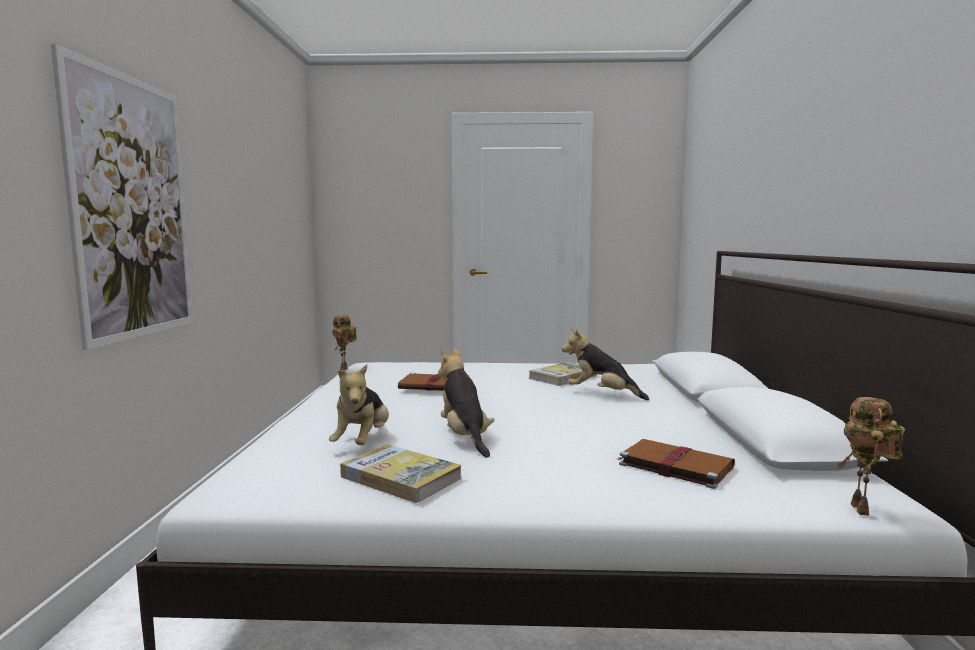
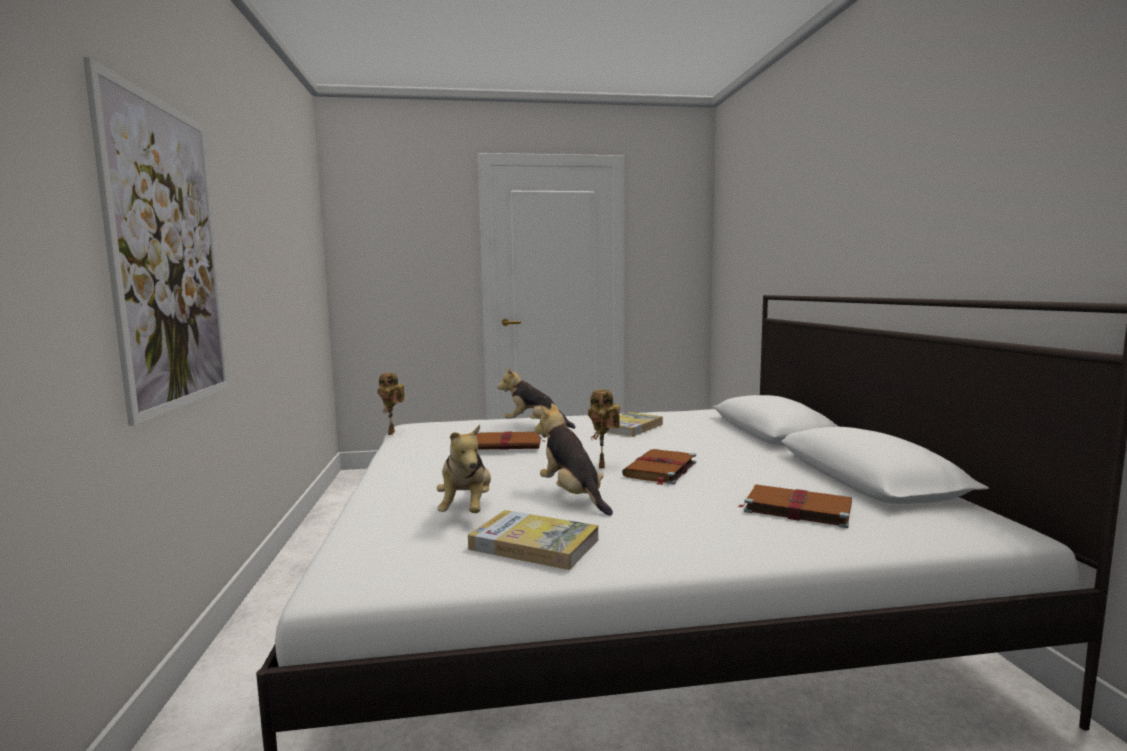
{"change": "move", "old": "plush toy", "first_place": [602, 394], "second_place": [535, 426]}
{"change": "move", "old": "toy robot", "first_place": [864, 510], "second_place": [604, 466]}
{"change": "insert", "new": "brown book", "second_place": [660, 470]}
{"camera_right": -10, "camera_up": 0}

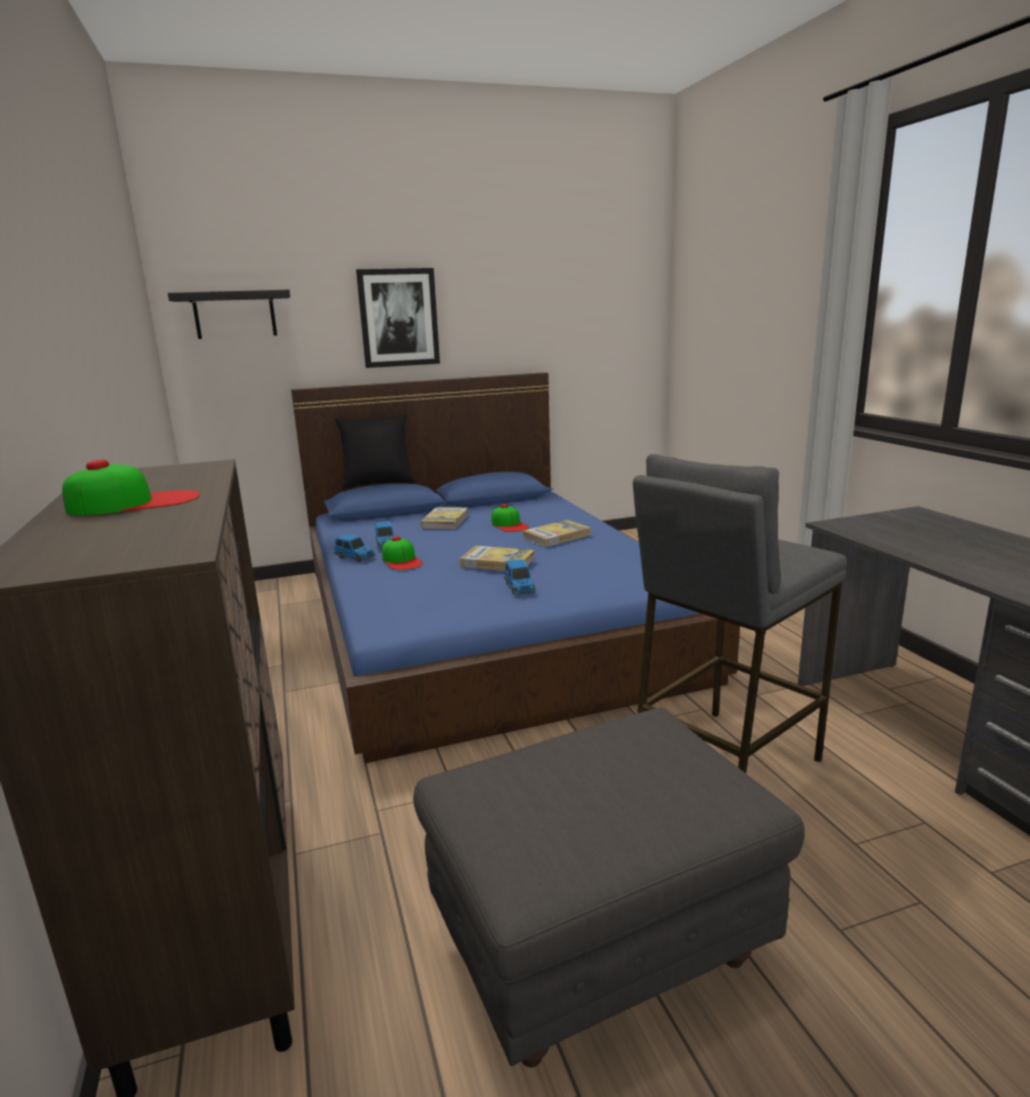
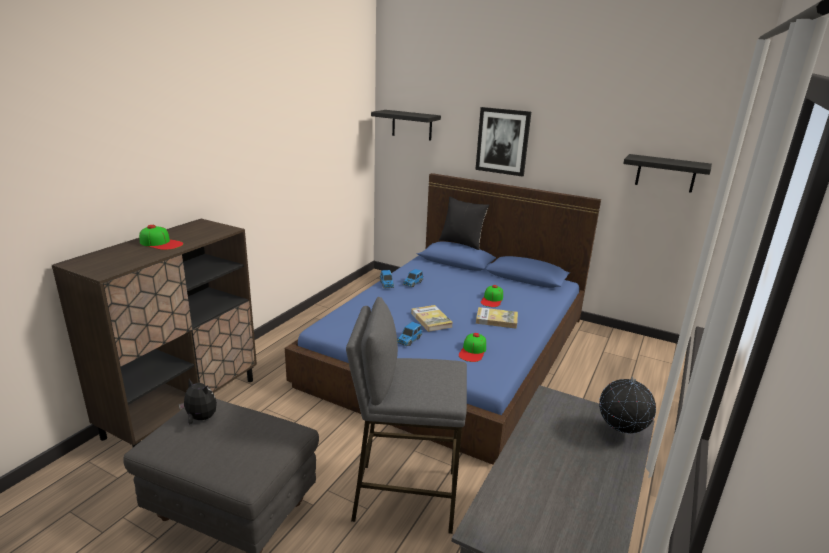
{"change": "insert", "new": "plush toy", "second_place": [200, 418]}
{"change": "move", "old": "cap", "first_place": [401, 560], "second_place": [473, 351]}
{"change": "insert", "new": "globe", "second_place": [620, 433]}
{"change": "insert", "new": "black shelf", "second_place": [666, 173]}
{"change": "delete", "old": "book", "first_place": [445, 521]}
{"camera_right": 45, "camera_up": 5}

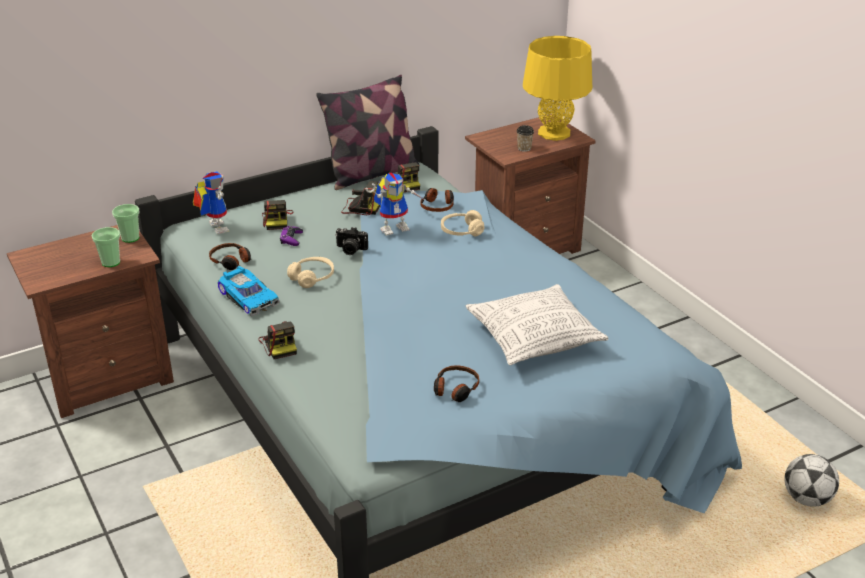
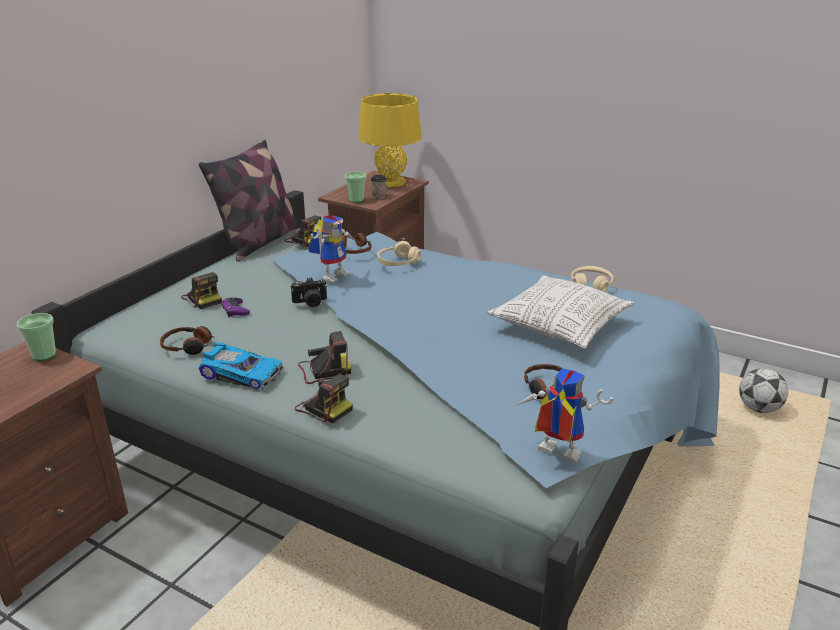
{"change": "move", "old": "photo camera", "first_place": [360, 208], "second_place": [323, 371]}
{"change": "move", "old": "cup", "first_place": [111, 262], "second_place": [356, 200]}
{"change": "move", "old": "toy robot", "first_place": [213, 227], "second_place": [553, 454]}
{"change": "move", "old": "beige headphones", "first_place": [312, 277], "second_place": [590, 286]}
{"camera_right": -30, "camera_up": -5}

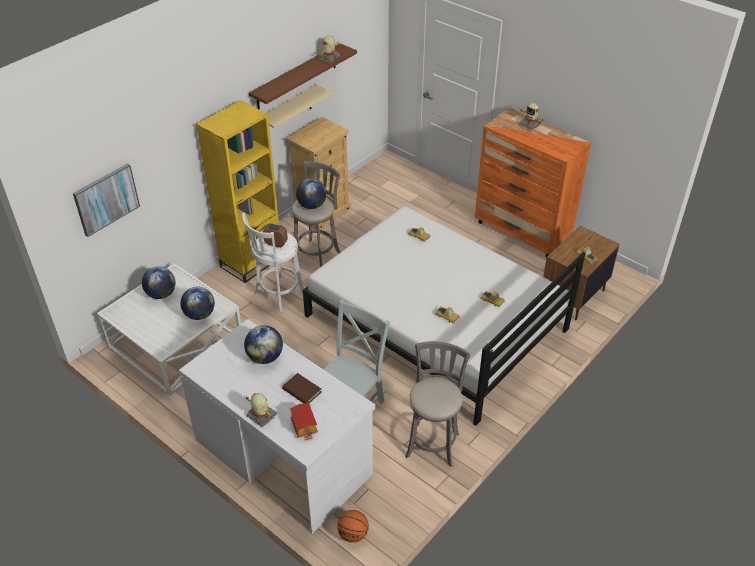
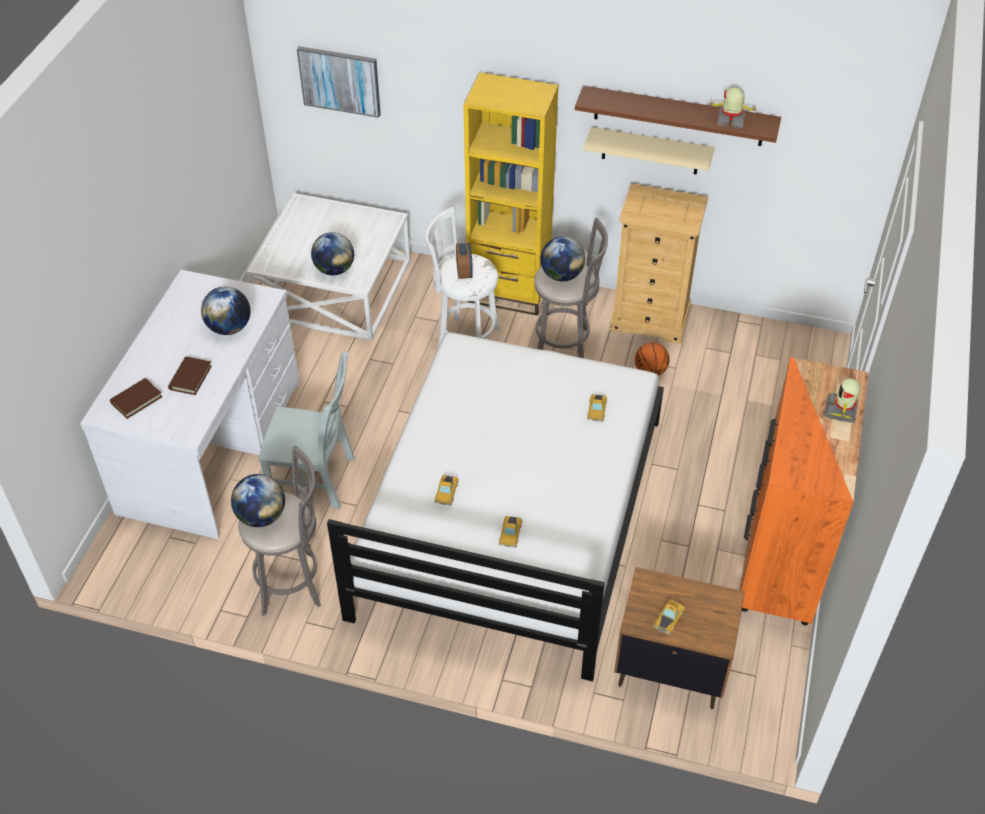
{"change": "replace", "old": "toy house", "new": "brown book", "first_place": [304, 427], "second_place": [136, 400]}
{"change": "move", "old": "globe", "first_place": [161, 294], "second_place": [261, 516]}
{"change": "move", "old": "basketball", "first_place": [353, 534], "second_place": [650, 371]}
{"change": "delete", "old": "toy robot", "first_place": [261, 416]}
{"camera_right": 65, "camera_up": 5}

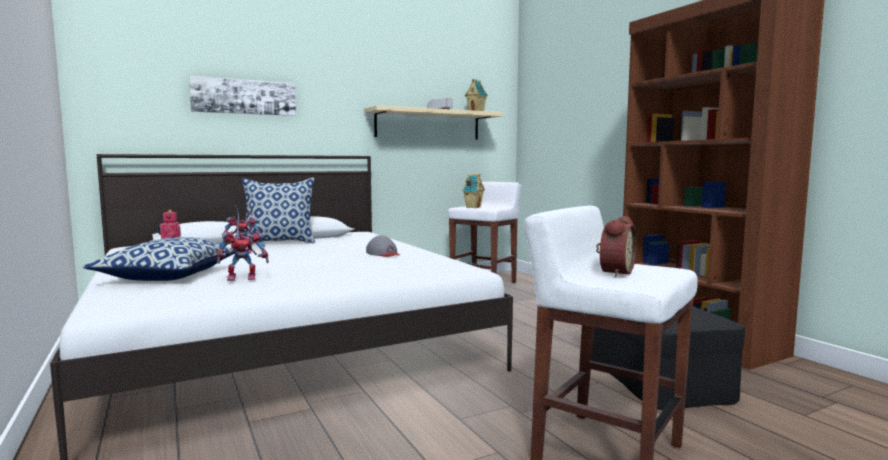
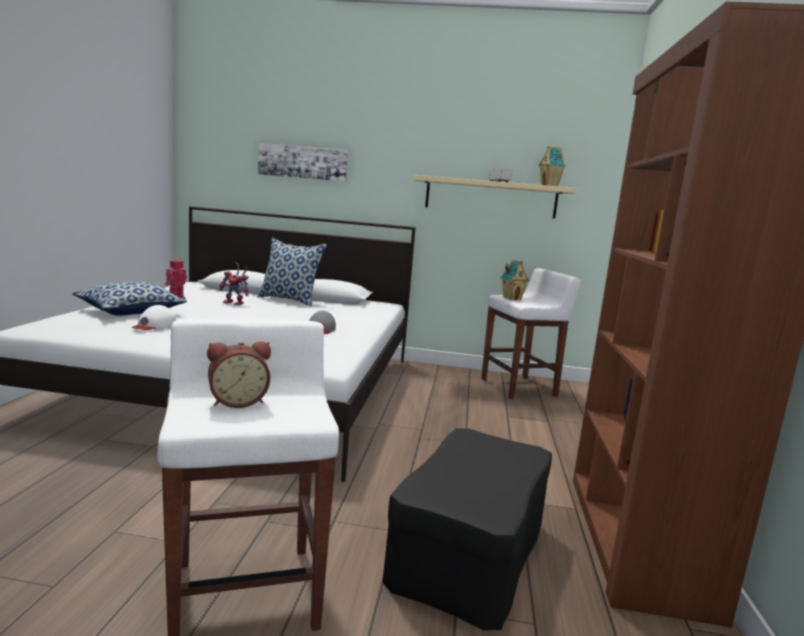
{"change": "replace", "old": "toy robot", "new": "white cap", "first_place": [244, 278], "second_place": [154, 325]}
{"camera_right": 35, "camera_up": 5}

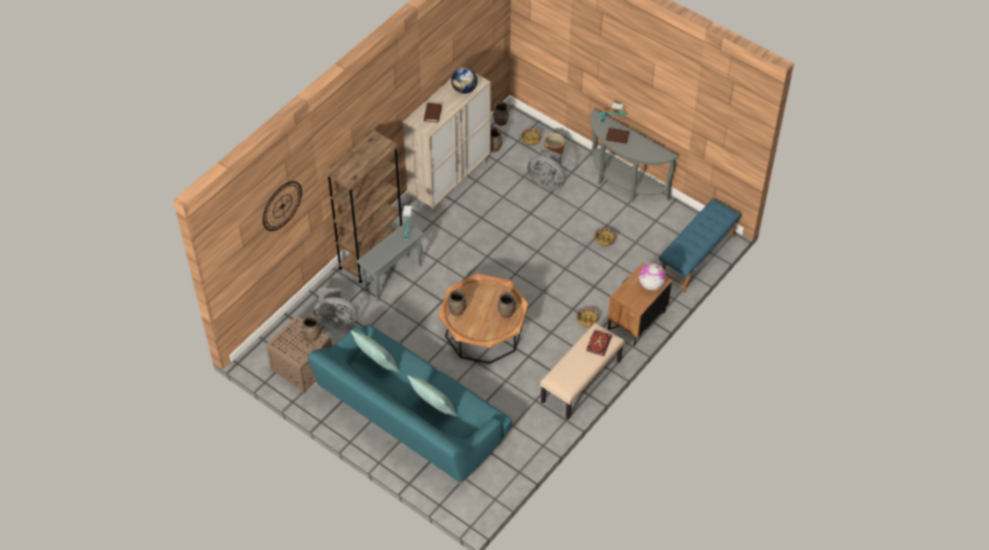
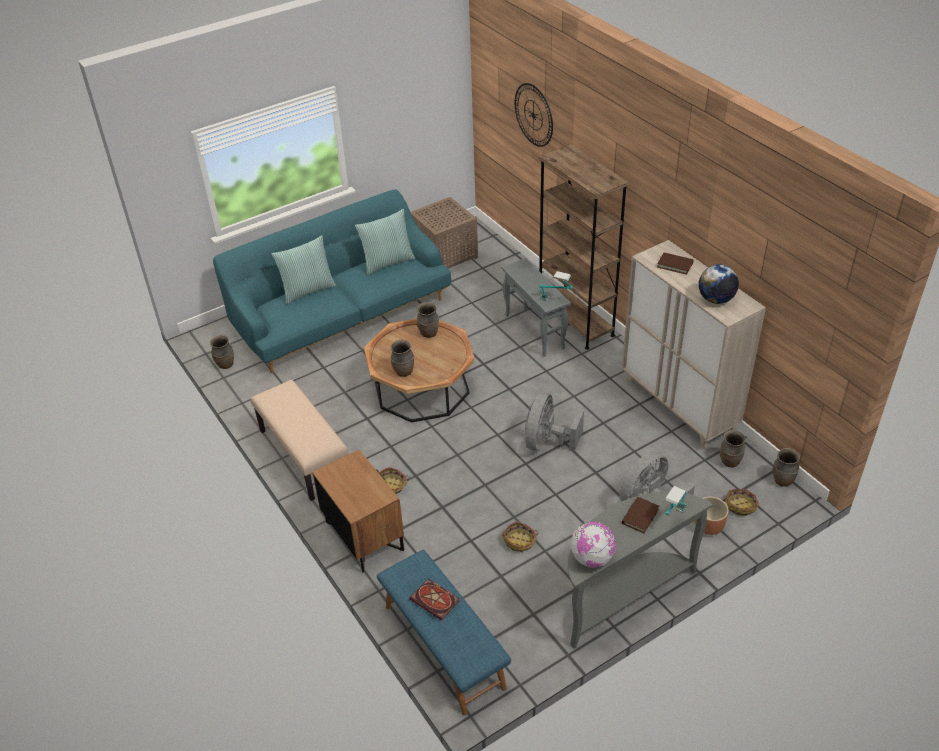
{"change": "move", "old": "brown vase", "first_place": [312, 336], "second_place": [225, 365]}
{"change": "move", "old": "book", "first_place": [598, 343], "second_place": [436, 600]}
{"change": "move", "old": "grey fan", "first_place": [336, 321], "second_place": [547, 442]}
{"change": "move", "old": "globe", "first_place": [651, 285], "second_place": [592, 558]}
{"camera_right": 110, "camera_up": -10}

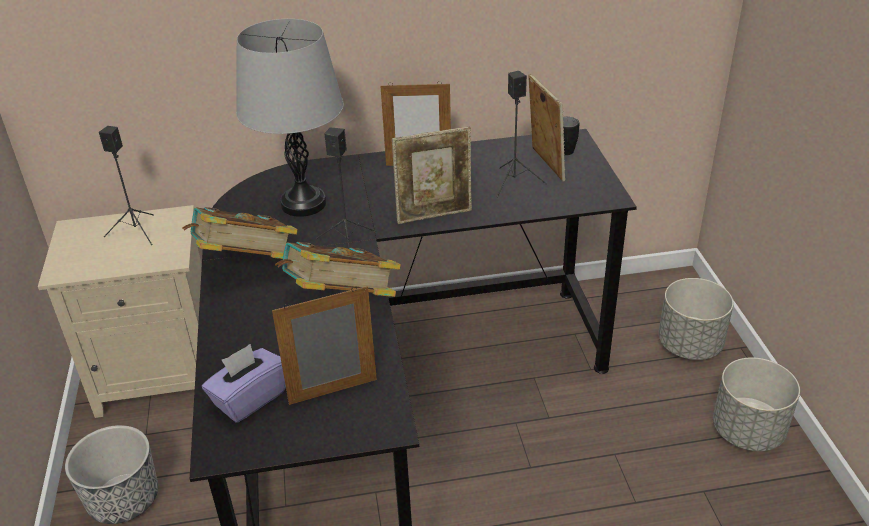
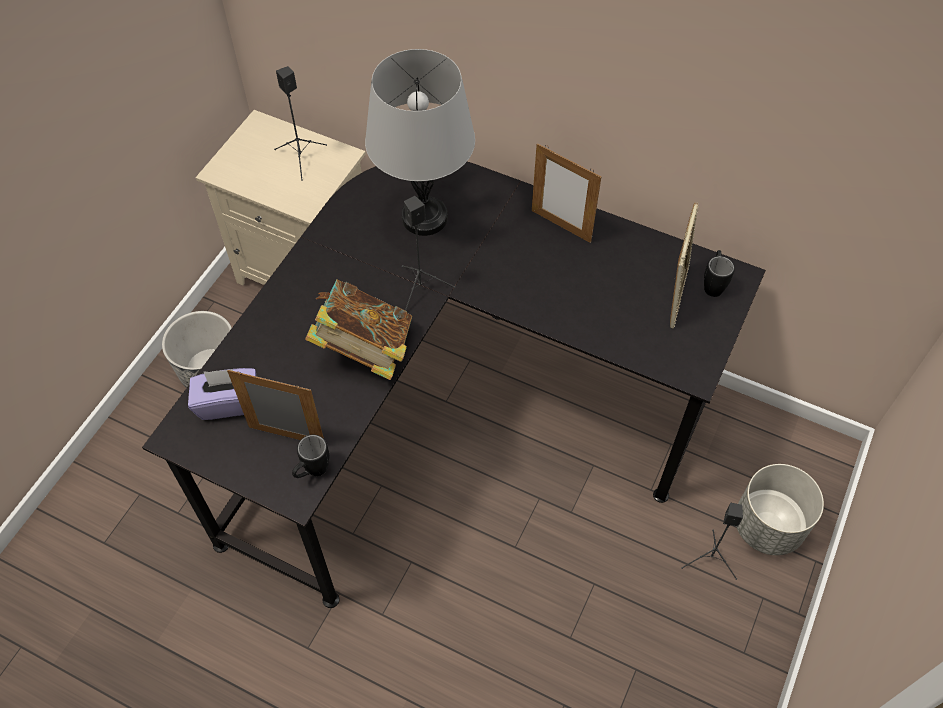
{"change": "insert", "new": "black mug", "second_place": [312, 472]}
{"change": "move", "old": "black speaker", "first_place": [515, 182], "second_place": [711, 559]}
{"change": "delete", "old": "book", "first_place": [246, 265]}
{"change": "delete", "old": "picture frame", "first_place": [434, 215]}
{"change": "delete", "old": "grey planter", "first_place": [747, 431]}
{"camera_right": 35, "camera_up": 20}

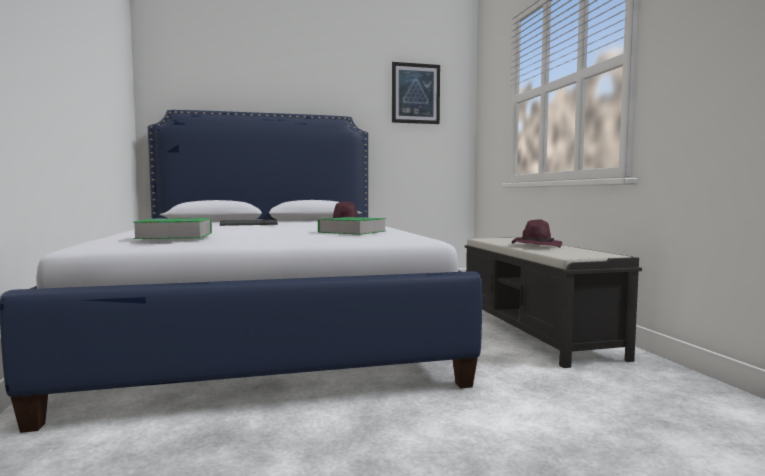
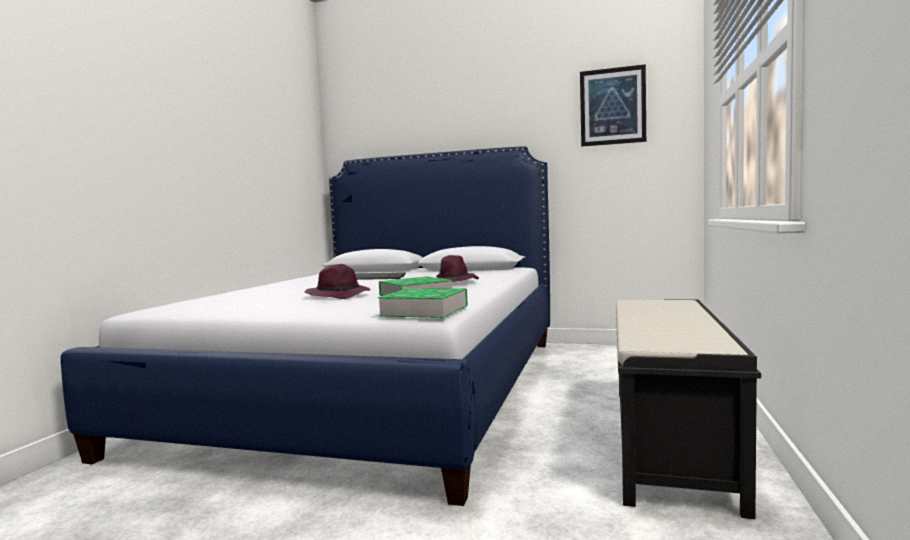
{"change": "move", "old": "purple hat", "first_place": [536, 246], "second_place": [339, 295]}
{"change": "move", "old": "book", "first_place": [175, 235], "second_place": [424, 310]}
{"camera_right": 30, "camera_up": 0}

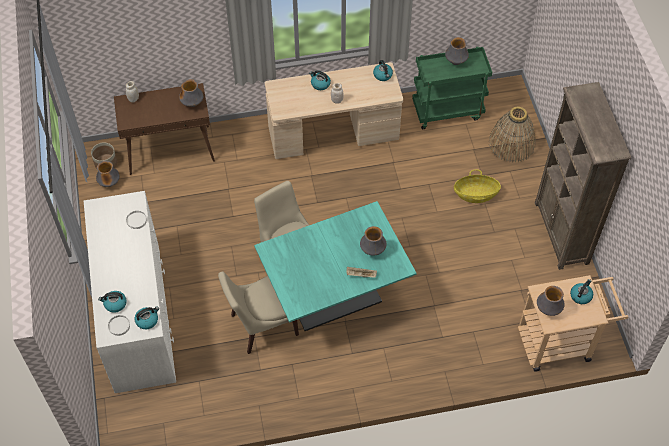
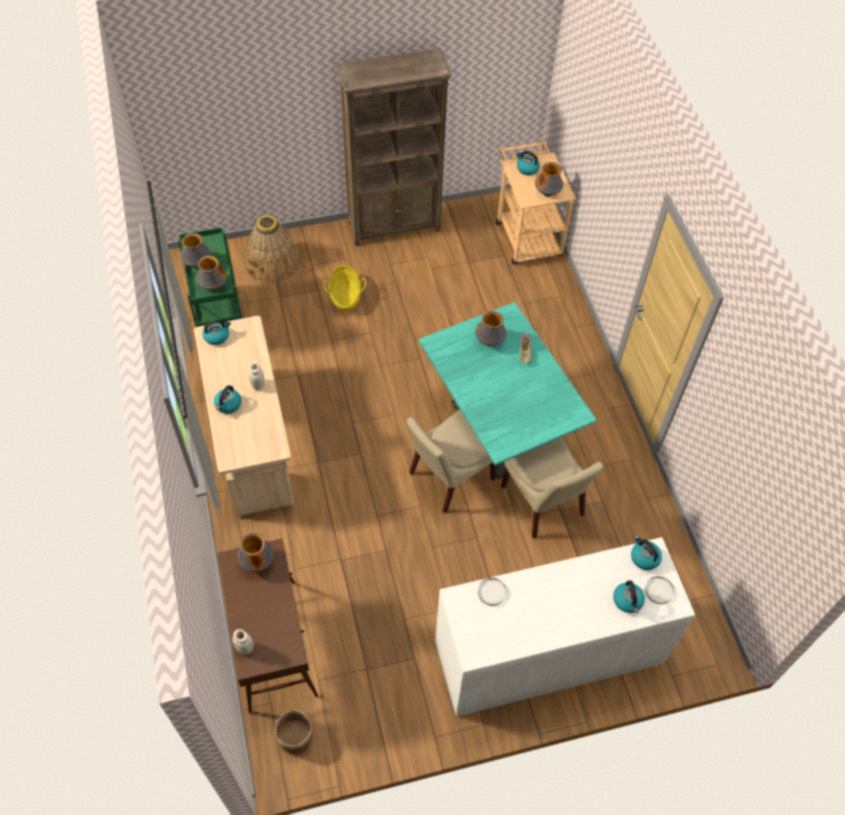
{"change": "move", "old": "vase", "first_place": [109, 183], "second_place": [213, 287]}
{"camera_right": -95, "camera_up": 0}

